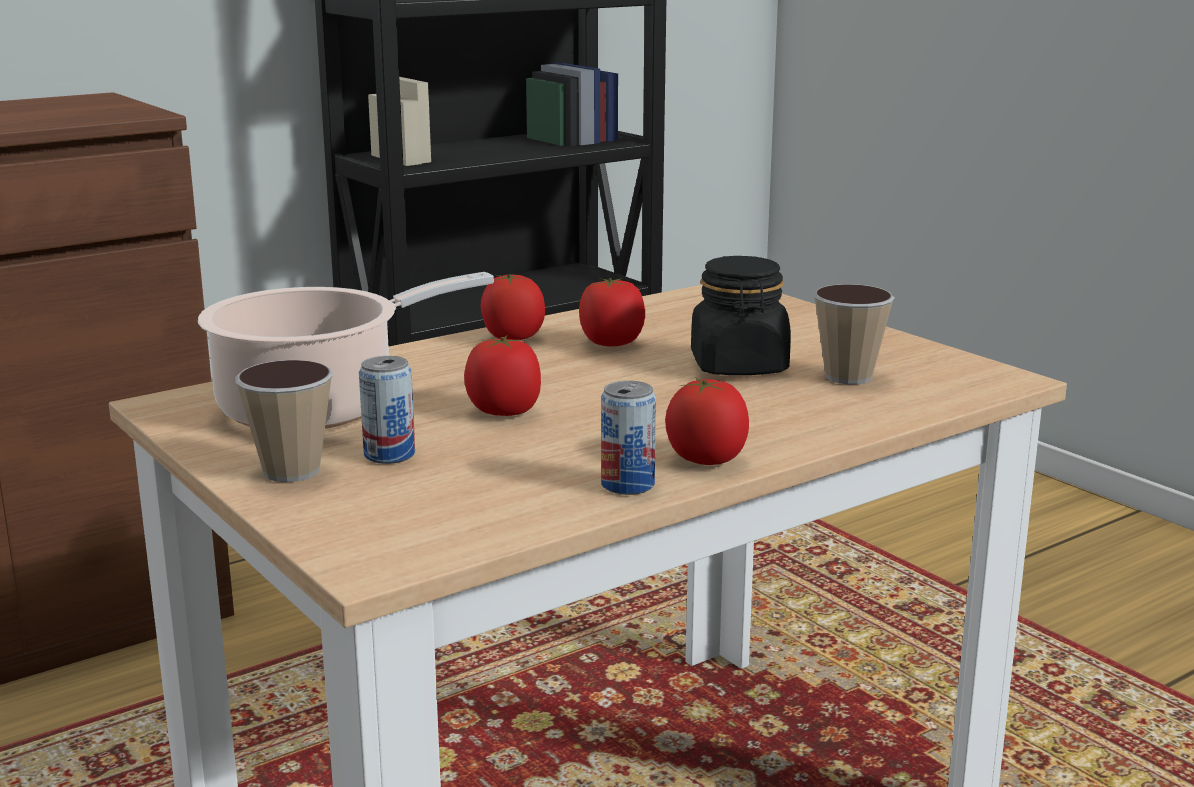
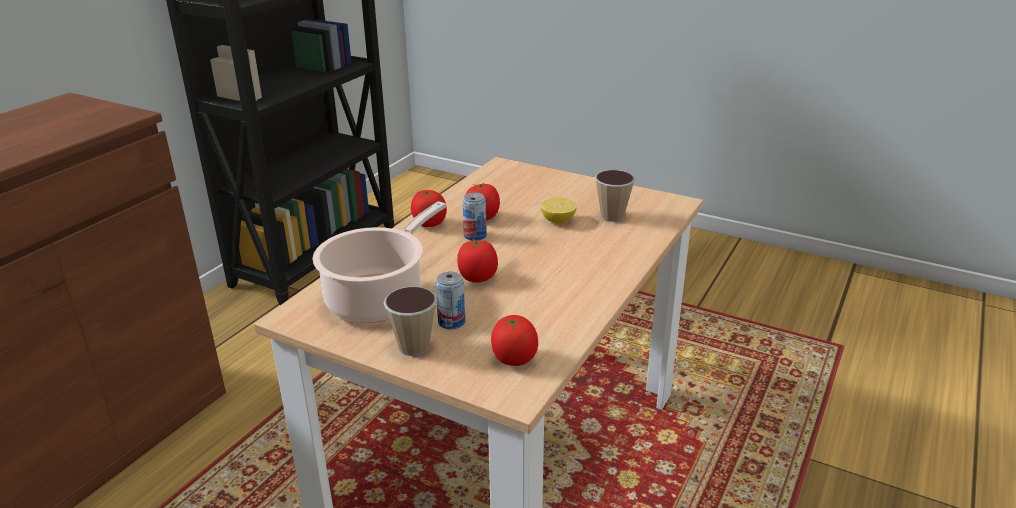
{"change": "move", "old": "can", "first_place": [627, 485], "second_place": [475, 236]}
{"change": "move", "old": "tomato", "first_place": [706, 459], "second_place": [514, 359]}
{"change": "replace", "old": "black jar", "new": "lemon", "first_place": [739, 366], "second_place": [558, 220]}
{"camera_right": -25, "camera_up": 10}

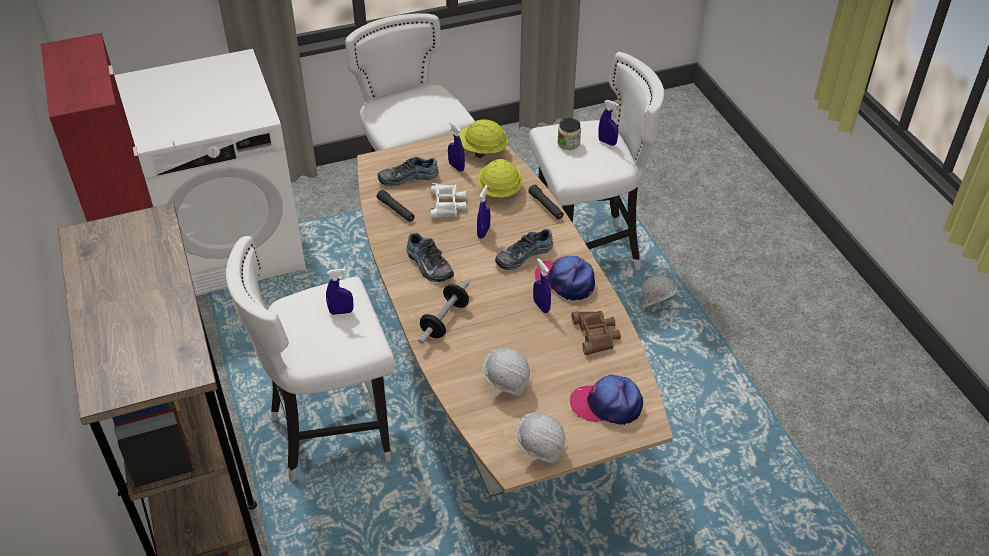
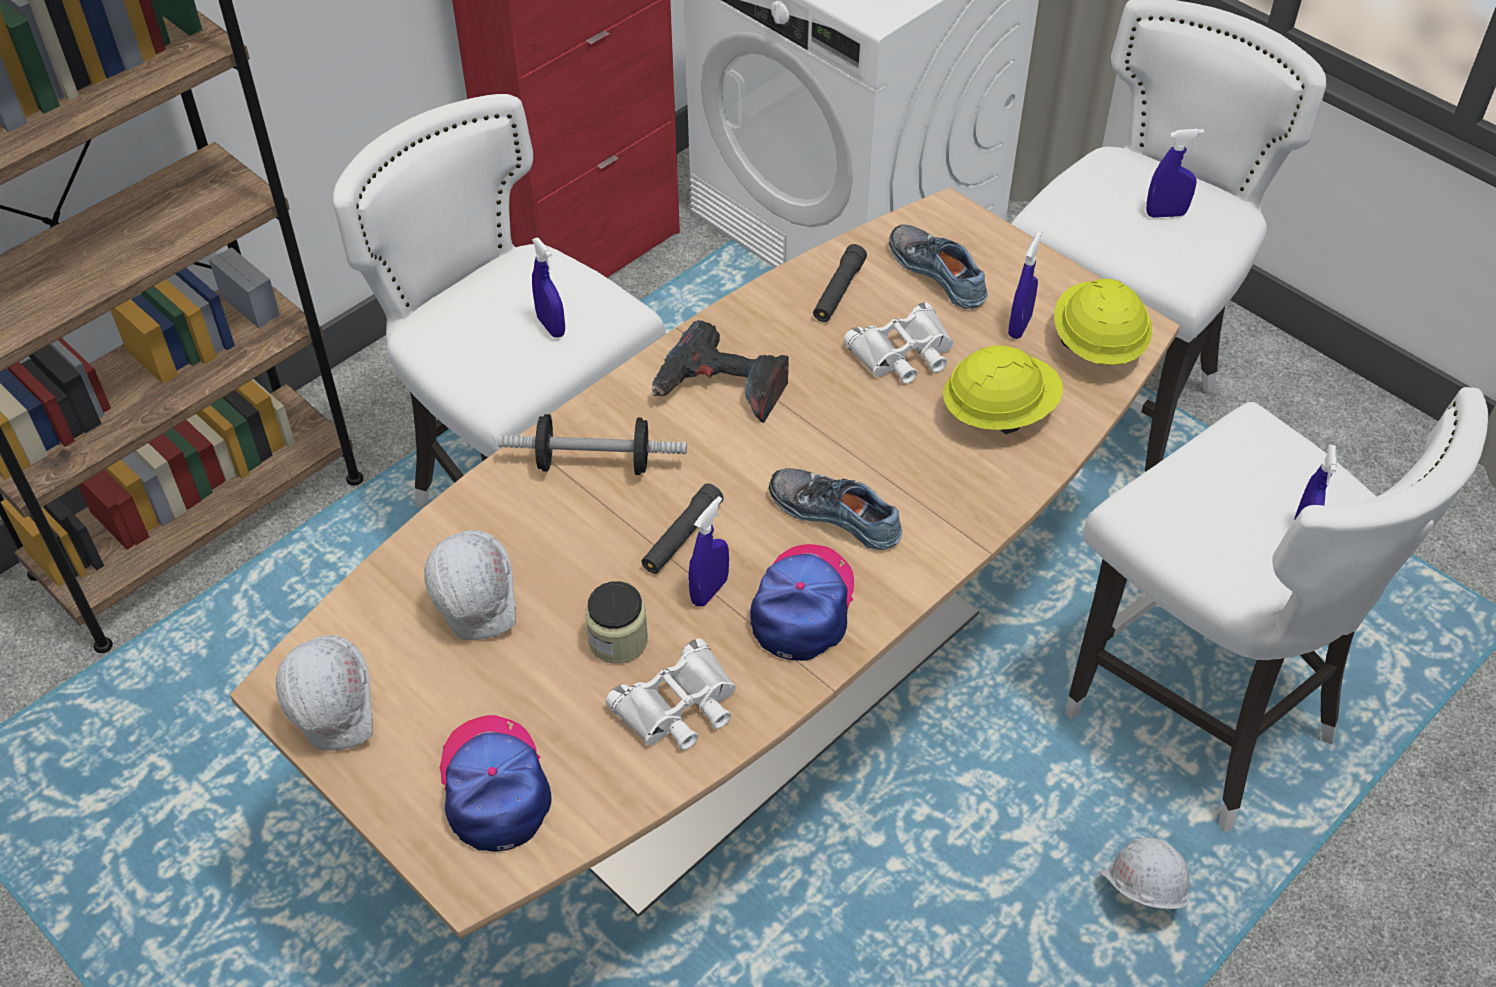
{"change": "move", "old": "jar", "first_place": [568, 143], "second_place": [618, 640]}
{"change": "recolor", "old": "brown binoculars", "new": "white binoculars", "first_place": [596, 334], "second_place": [679, 706]}
{"change": "move", "old": "black flashlight", "first_place": [546, 206], "second_place": [682, 537]}
{"change": "replace", "old": "shoe", "new": "power drill", "first_place": [428, 265], "second_place": [721, 388]}
{"change": "move", "old": "blue spray bottle", "first_place": [483, 232], "second_place": [1166, 214]}
{"camera_right": 65, "camera_up": 5}

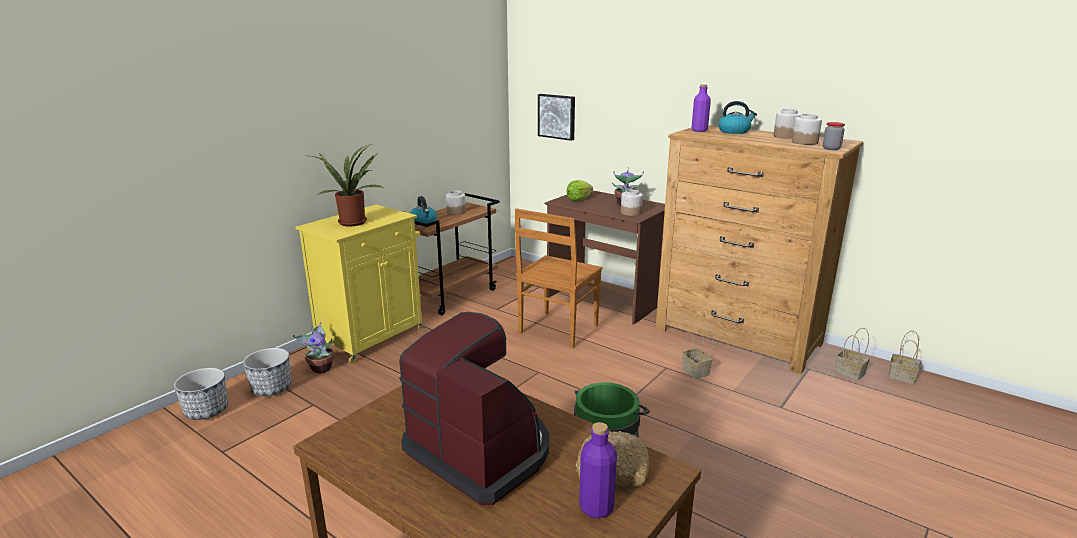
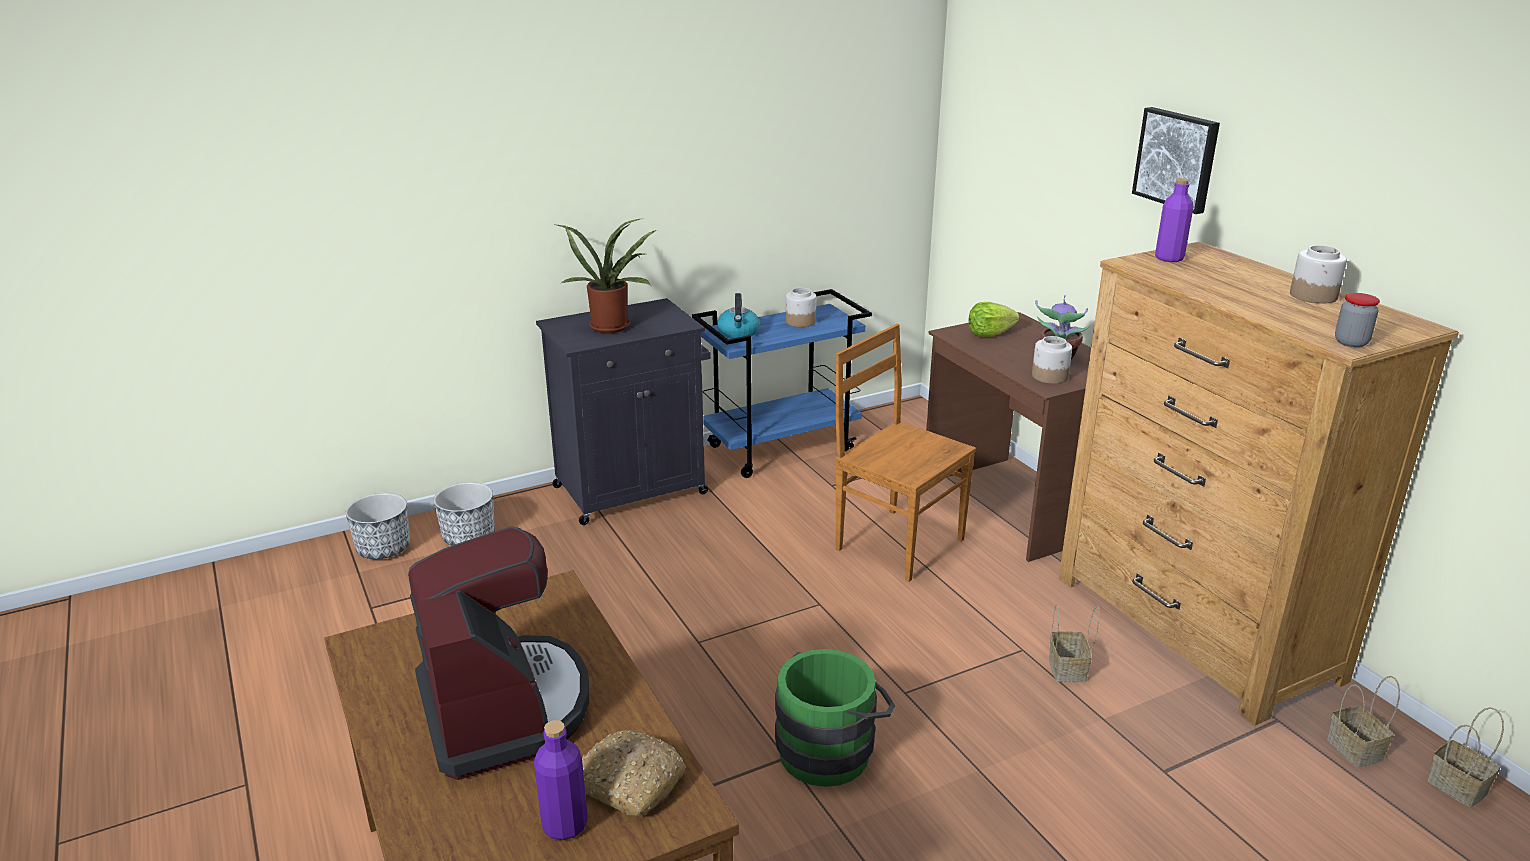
{"change": "recolor", "old": "yellow cabinet", "new": "black cabinet", "first_place": [372, 336], "second_place": [633, 489]}
{"change": "recolor", "old": "brown cart", "new": "blue cart", "first_place": [451, 295], "second_place": [782, 448]}
{"change": "rotate", "old": "brown chair", "first_place": [557, 330], "second_place": [896, 543], "degrees": 75}
{"change": "move", "old": "picture", "first_place": [557, 116], "second_place": [1177, 159]}
{"change": "delete", "old": "potted plant", "first_place": [320, 368]}
{"change": "delete", "old": "kettle", "first_place": [734, 131]}
{"change": "delete", "old": "jar", "first_place": [804, 142]}
{"camera_right": 25, "camera_up": 5}

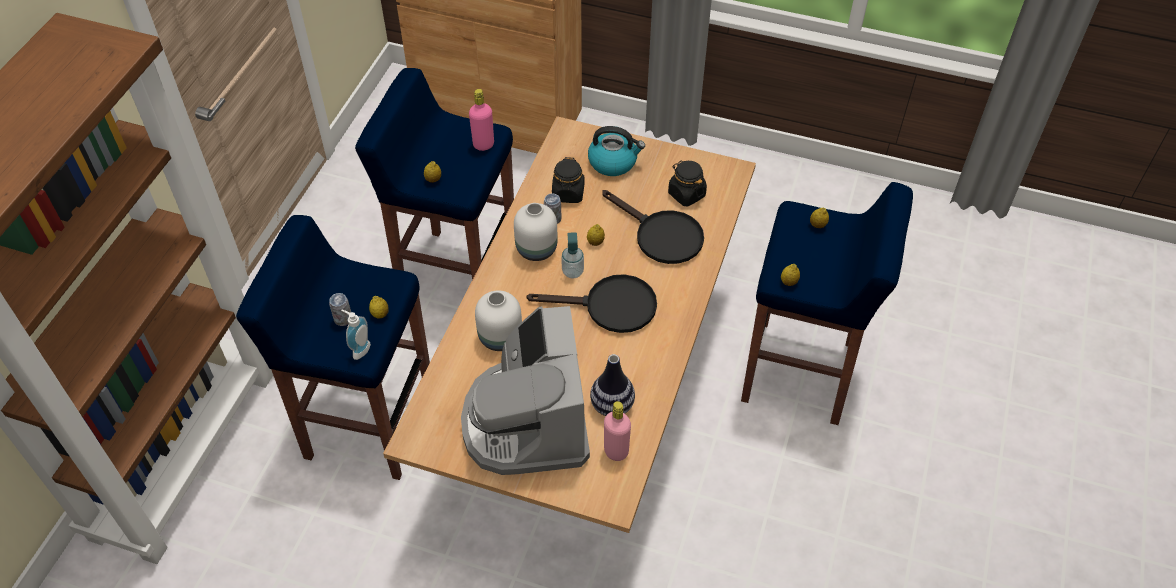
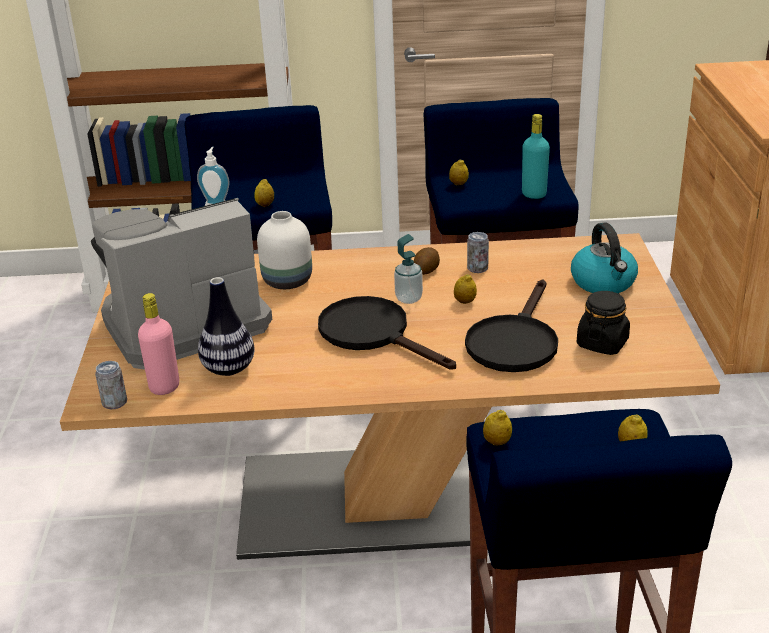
{"change": "move", "old": "can", "first_place": [343, 319], "second_place": [114, 403]}
{"change": "rotate", "old": "black frying pan", "first_place": [610, 307], "second_place": [373, 334], "degrees": 150}
{"change": "replace", "old": "white vase", "new": "potato", "first_place": [536, 248], "second_place": [426, 270]}
{"change": "recolor", "old": "pink bottle", "new": "turquoise bottle", "first_place": [483, 144], "second_place": [534, 194]}
{"change": "delete", "old": "black jar", "first_place": [568, 193]}
{"camera_right": 70, "camera_up": -20}

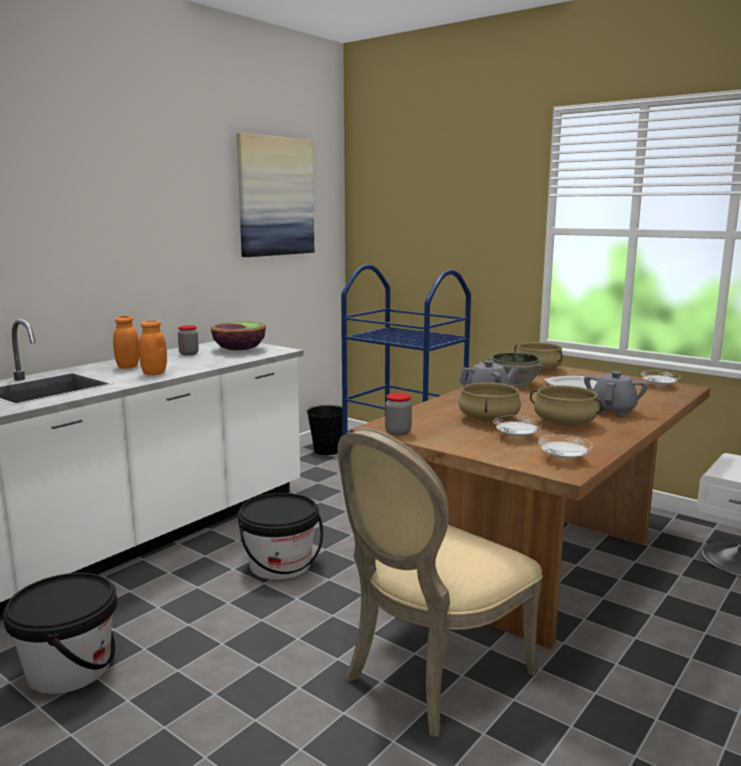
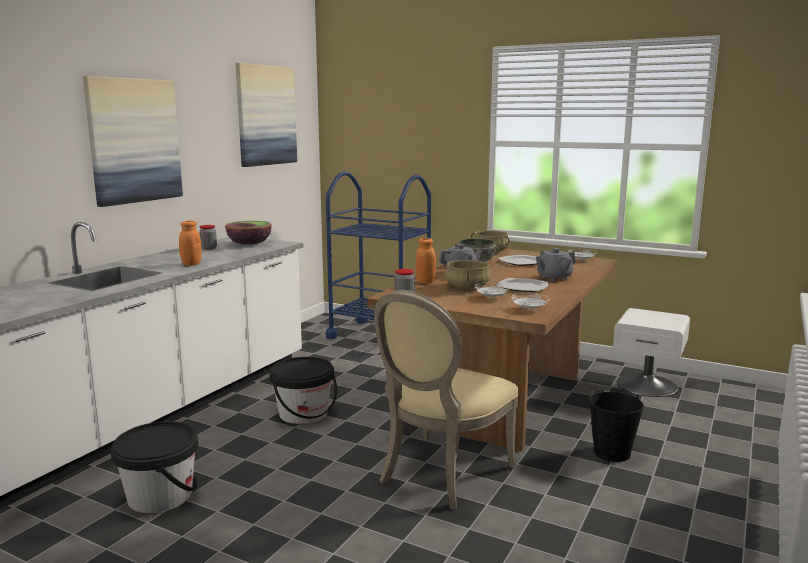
{"change": "insert", "new": "picture", "second_place": [134, 141]}
{"change": "move", "old": "orange jar", "first_place": [128, 367], "second_place": [425, 282]}
{"change": "replace", "old": "beige cooking pot", "new": "plate", "first_place": [564, 423], "second_place": [522, 287]}
{"change": "rotate", "old": "grey teapot", "first_place": [613, 411], "second_place": [554, 278], "degrees": -135}
{"change": "move", "old": "black bucket", "first_place": [327, 450], "second_place": [612, 453]}
{"camera_right": -10, "camera_up": 0}

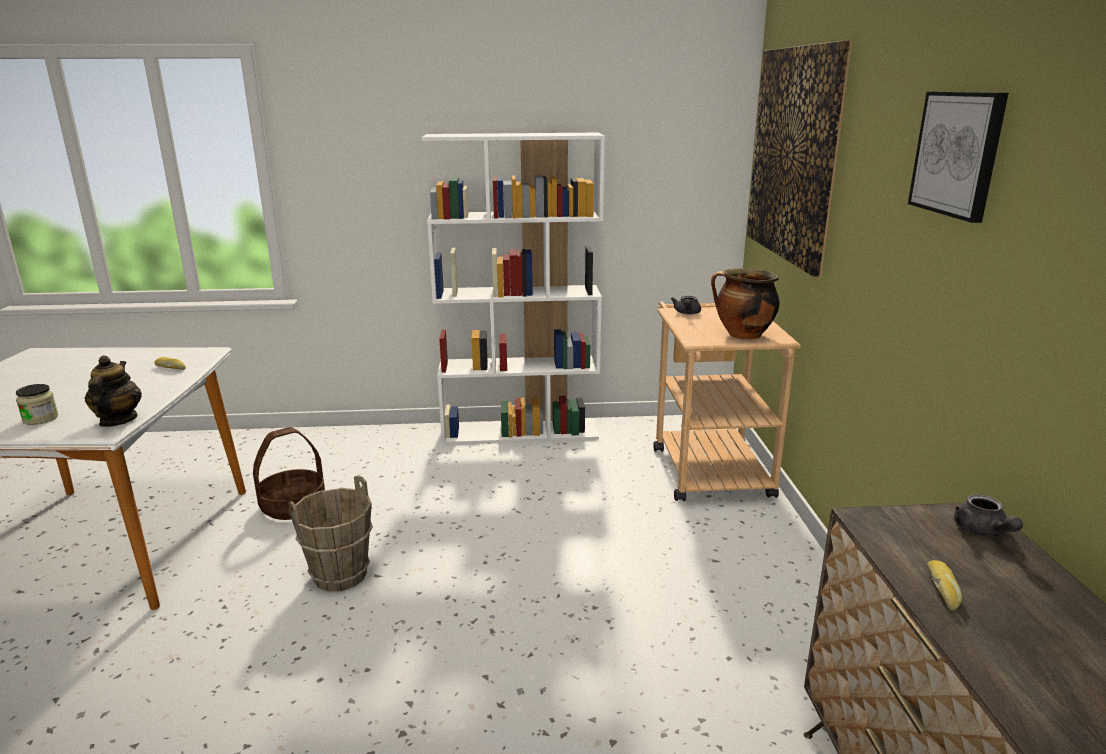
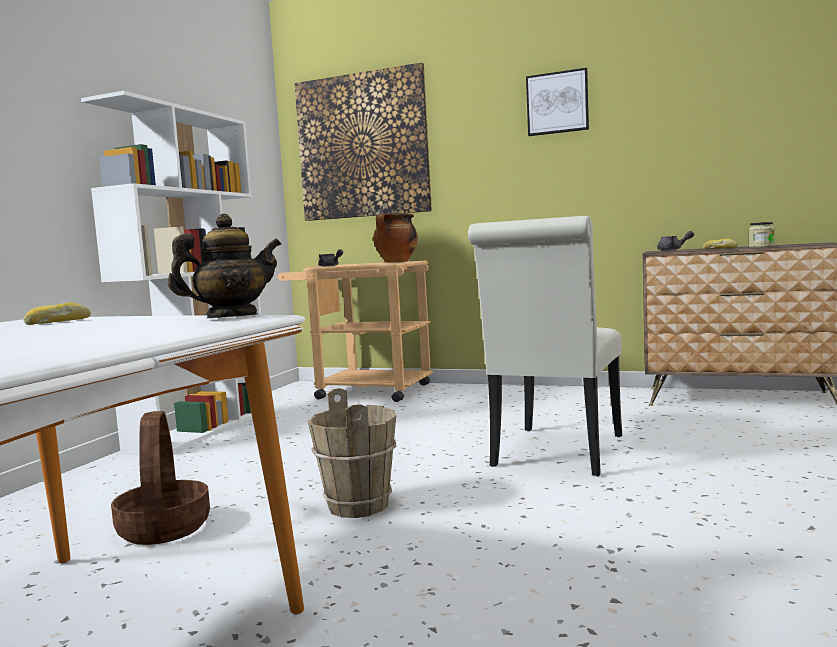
{"change": "rotate", "old": "teapot", "first_place": [118, 420], "second_place": [231, 317], "degrees": 135}
{"change": "insert", "new": "white chair", "second_place": [556, 454]}
{"change": "move", "old": "jar", "first_place": [40, 419], "second_place": [761, 247]}
{"camera_right": -65, "camera_up": -15}

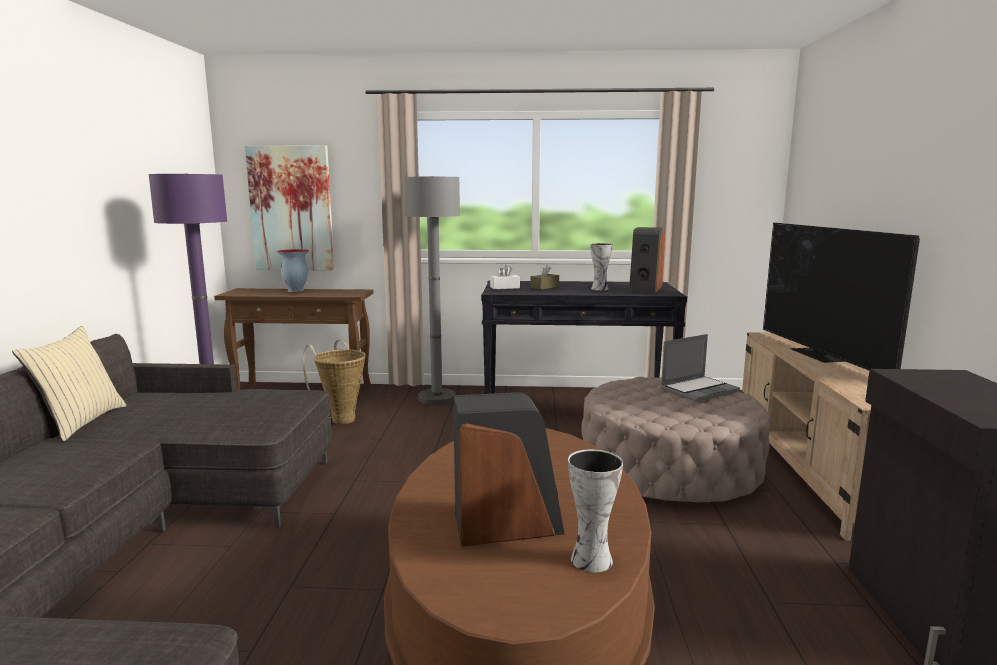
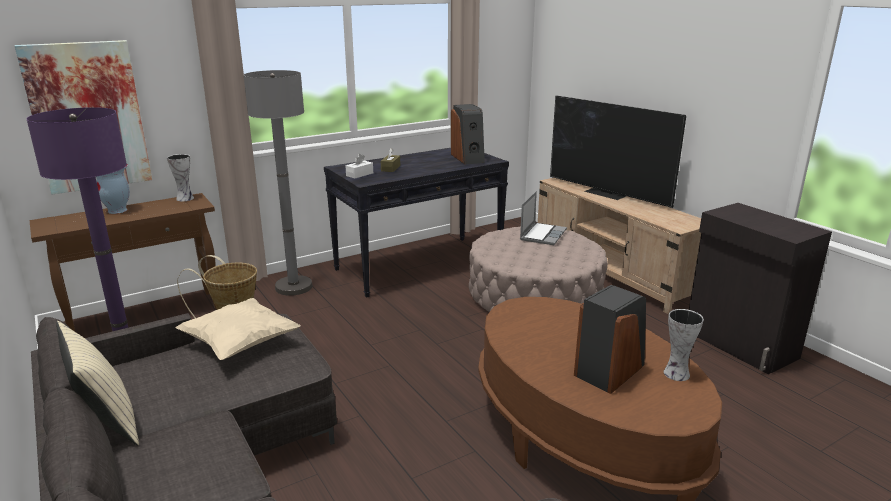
{"change": "move", "old": "vase", "first_place": [600, 289], "second_place": [185, 198]}
{"change": "insert", "new": "beige pillow", "second_place": [241, 344]}
{"camera_right": -35, "camera_up": 10}

